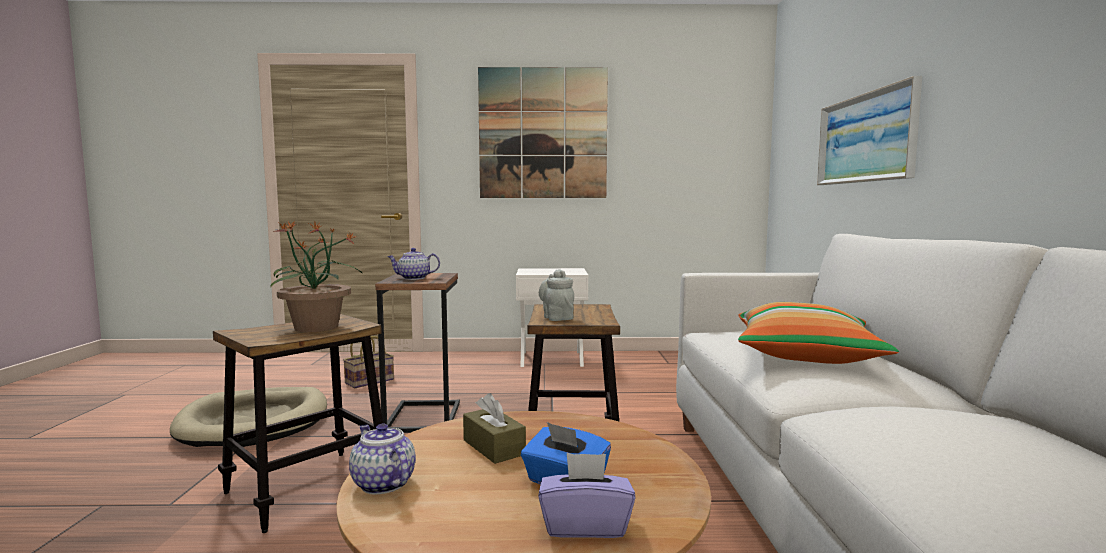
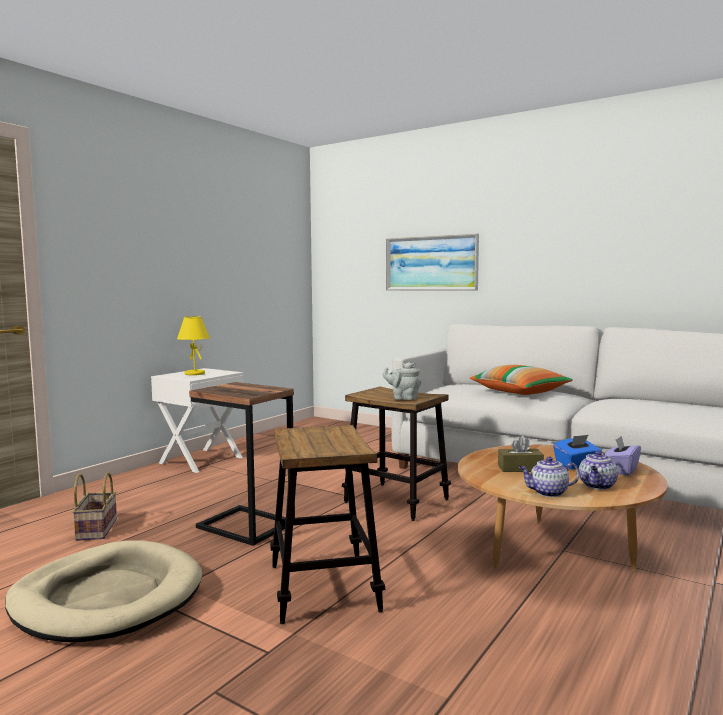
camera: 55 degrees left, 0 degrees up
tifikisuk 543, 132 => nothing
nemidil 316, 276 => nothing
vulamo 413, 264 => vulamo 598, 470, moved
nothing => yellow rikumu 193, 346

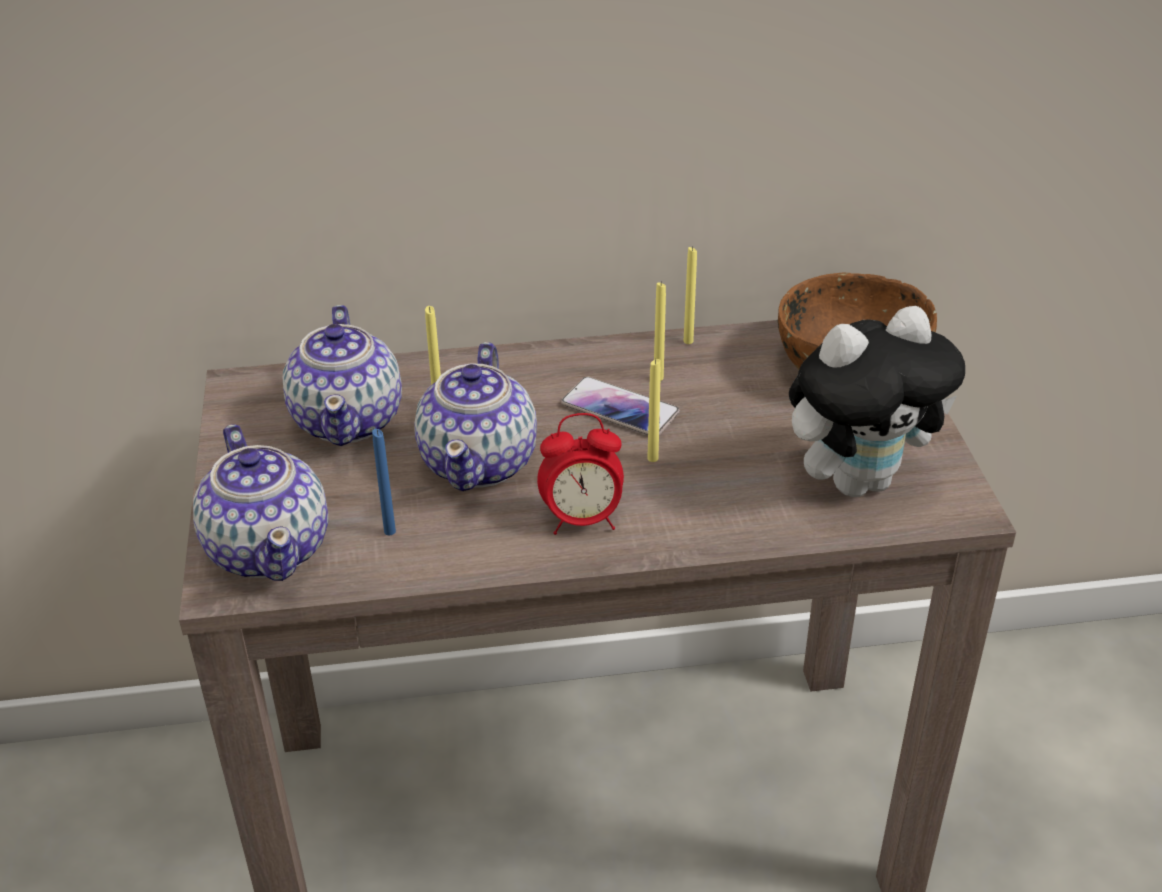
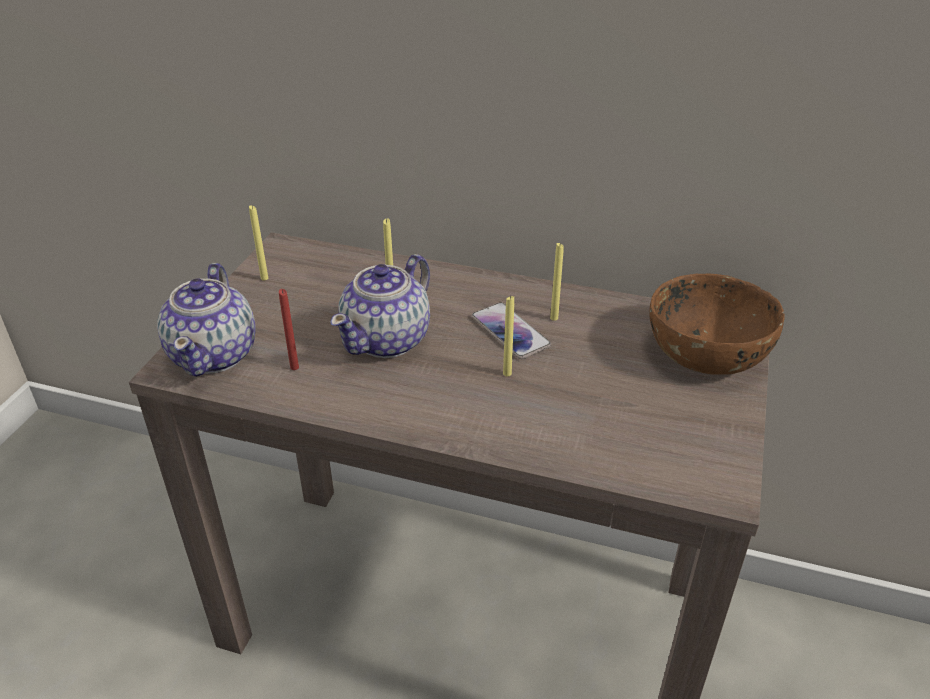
camera: 25 degrees right, 0 degrees up
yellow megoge 690, 295 => yellow megoge 258, 243, moved
vulamo 342, 375 => nothing
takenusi 877, 401 => nothing
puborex 580, 474 => nothing
blue megoge 384, 482 => red megoge 289, 329

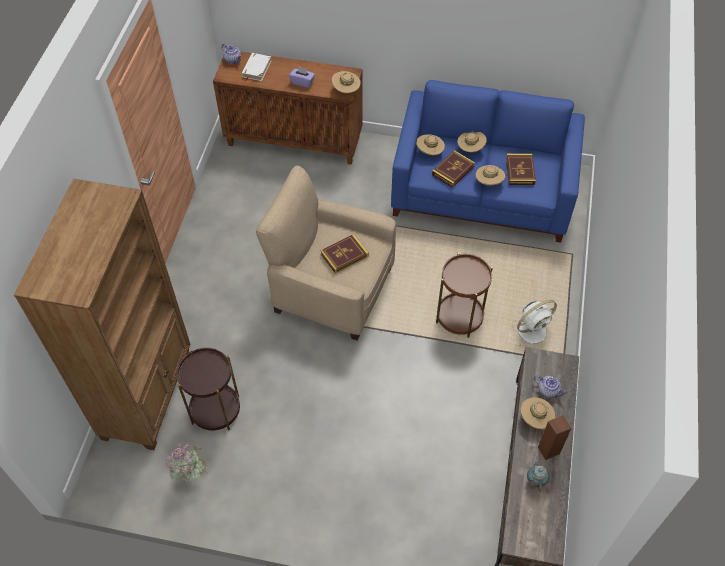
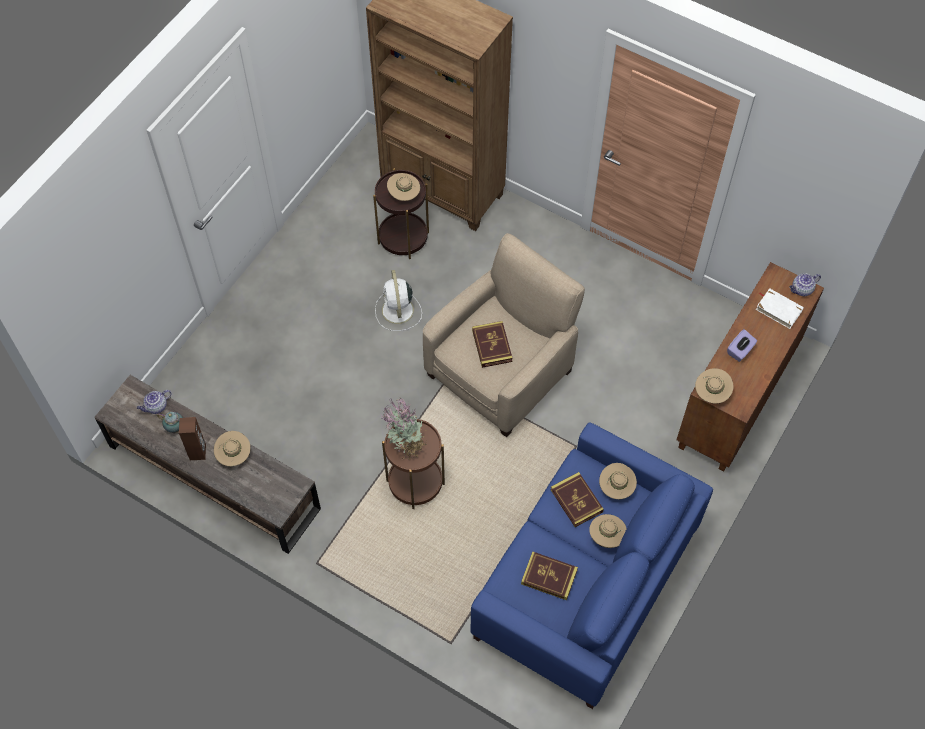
camera: 110 degrees right, 5 degrees up
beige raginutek 491, 175 => beige raginutek 403, 187, moved
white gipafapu 533, 324 => white gipafapu 398, 300, moved
vulamo 551, 386 => vulamo 154, 402, moved
nemidil 187, 462 => nemidil 403, 428, moved

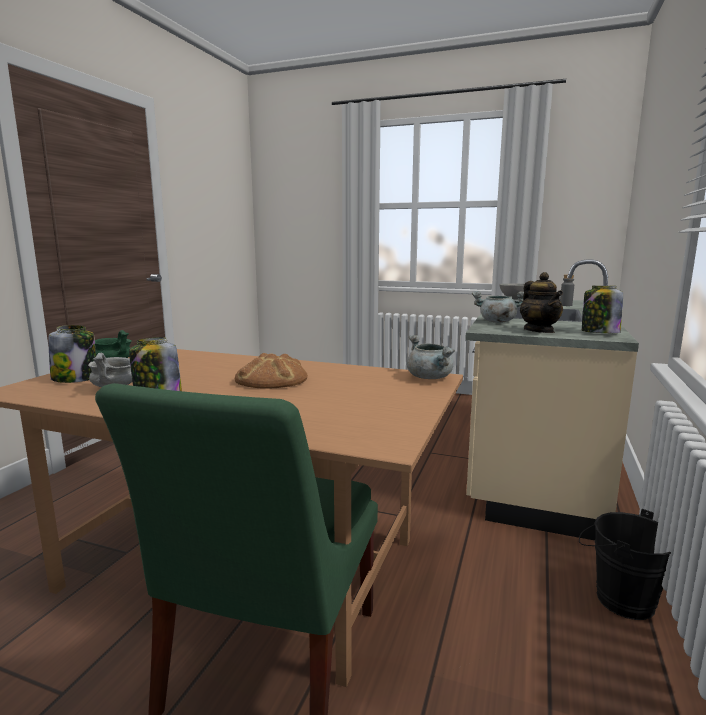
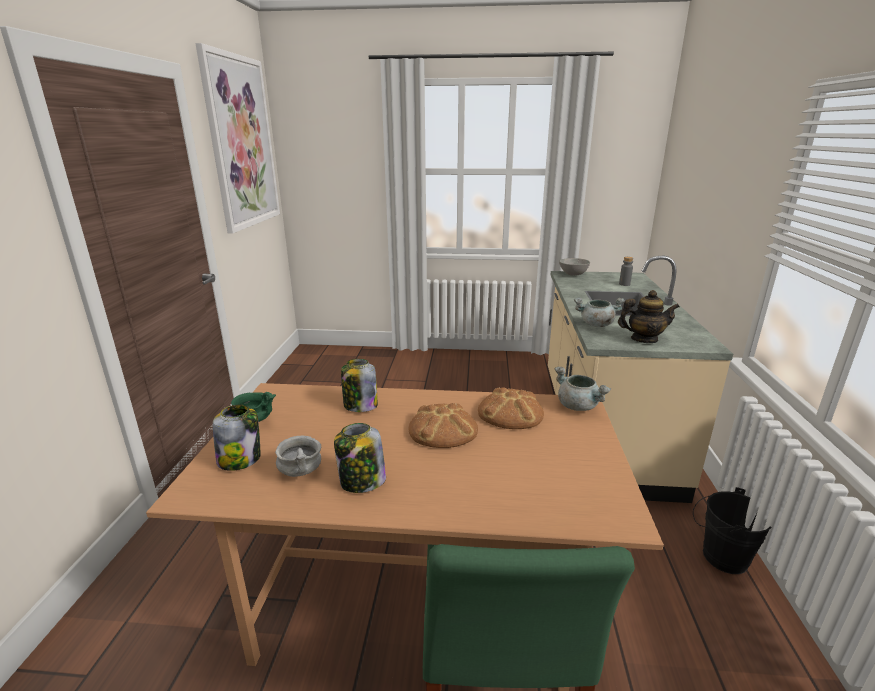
camera: 15 degrees left, 10 degrees up
vulamo 541, 302 => vulamo 649, 316, 60 degrees counterclockwise
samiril 602, 309 => samiril 359, 385, moved
nothing => tifikisuk 237, 138
nothing => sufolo 511, 408

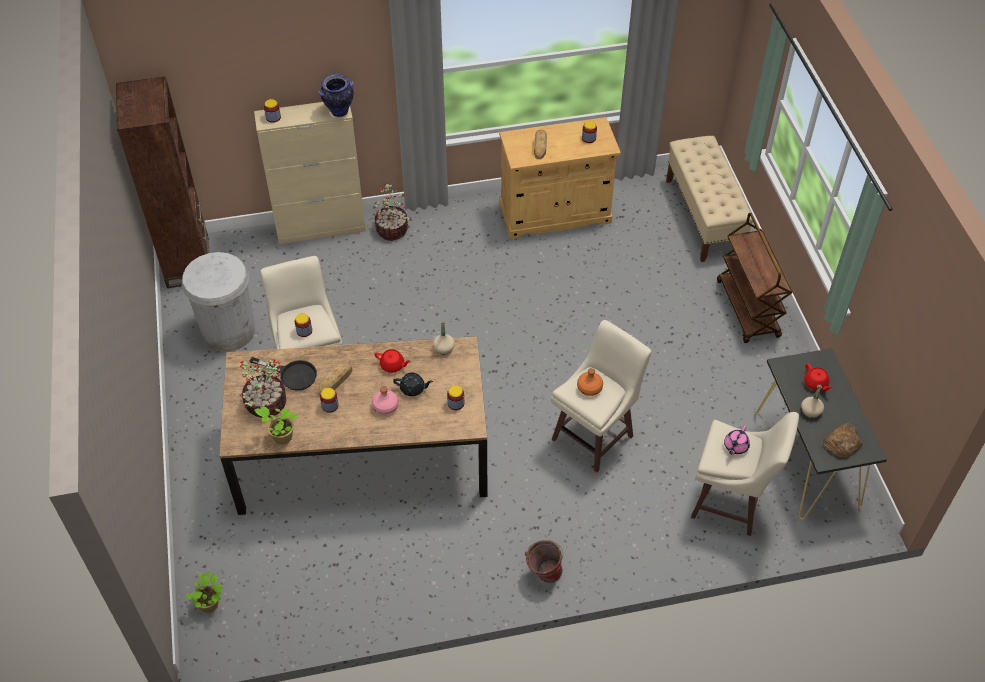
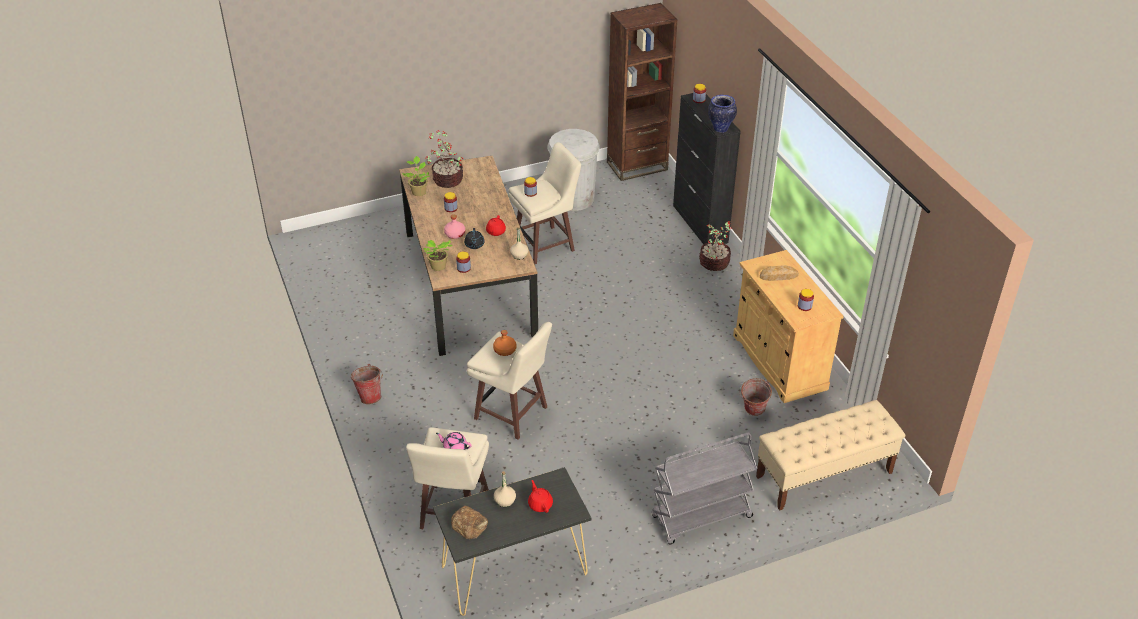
camera: 80 degrees right, 10 degrees down
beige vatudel 310, 173 => black vatudel 707, 169
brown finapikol 755, 278 => grey finapikol 704, 488
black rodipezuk 283, 374 => nothing
sufolo 335, 378 => nothing
red vulamo 818, 377 => red vulamo 540, 496, 105 degrees clockwise
nemidil 203, 592 => nemidil 438, 255, moved
nothing => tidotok 755, 397

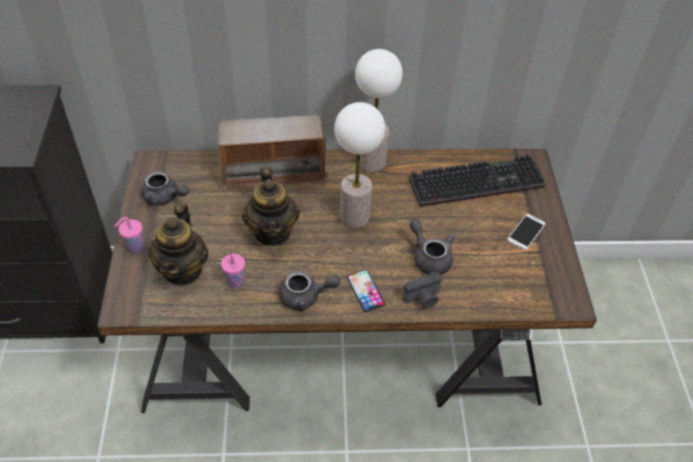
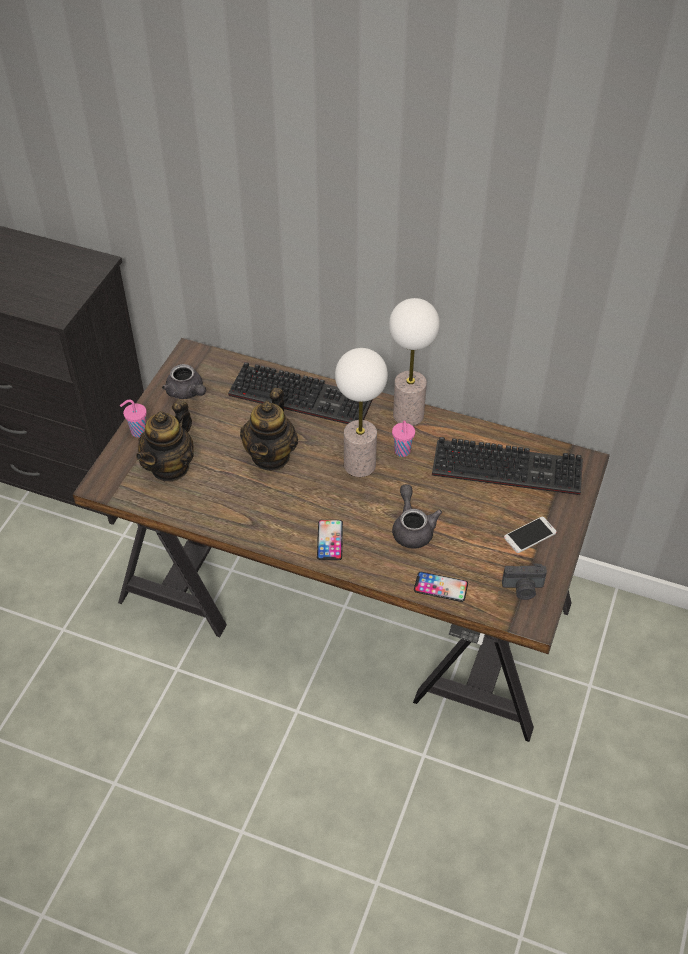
camera: 25 degrees right, 0 degrees up
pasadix 273, 151 => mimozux 300, 393
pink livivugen 233, 270 => pink livivugen 403, 438, moved
grey vulamo 310, 291 => nothing
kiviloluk 422, 290 => kiviloluk 524, 581, moved
nothing => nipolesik 441, 587

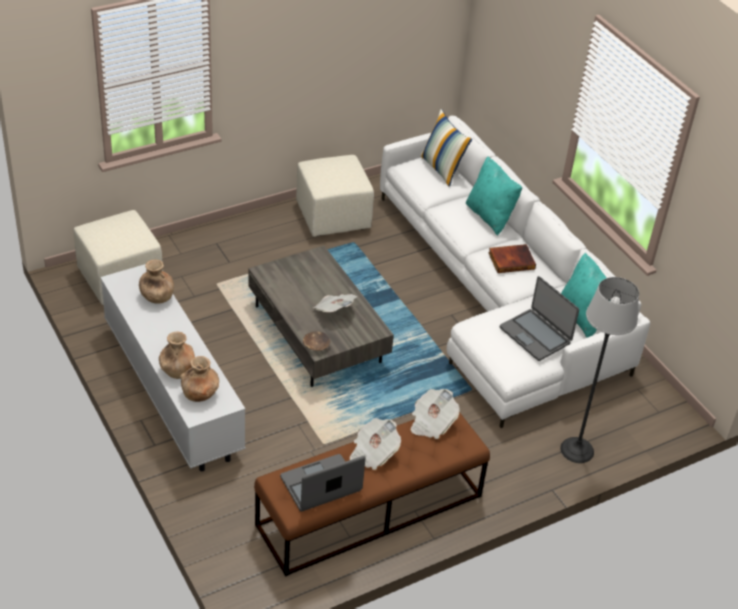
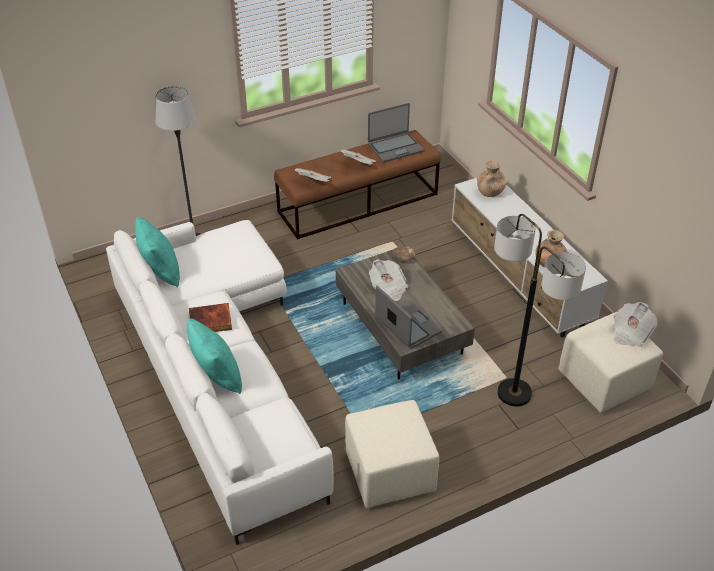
camera: 175 degrees left, 0 degrees up
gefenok 446, 148 => nothing
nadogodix 539, 318 => nadogodix 408, 317, moved
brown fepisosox 177, 355 => nothing
nothing => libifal 540, 310
nothing => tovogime 635, 324

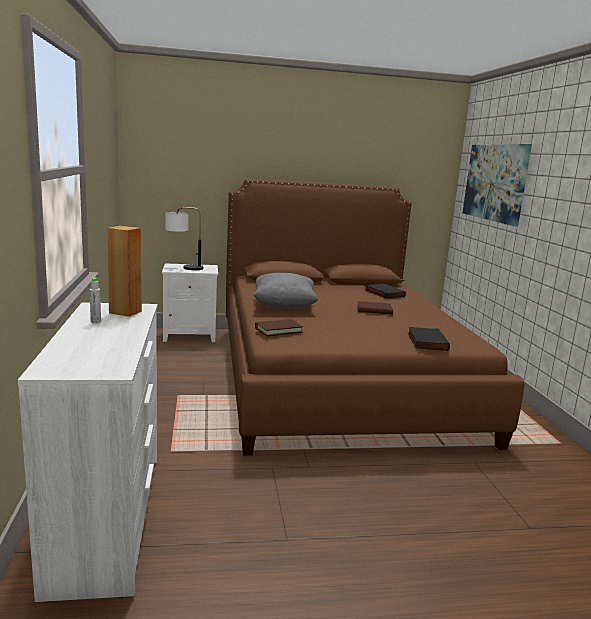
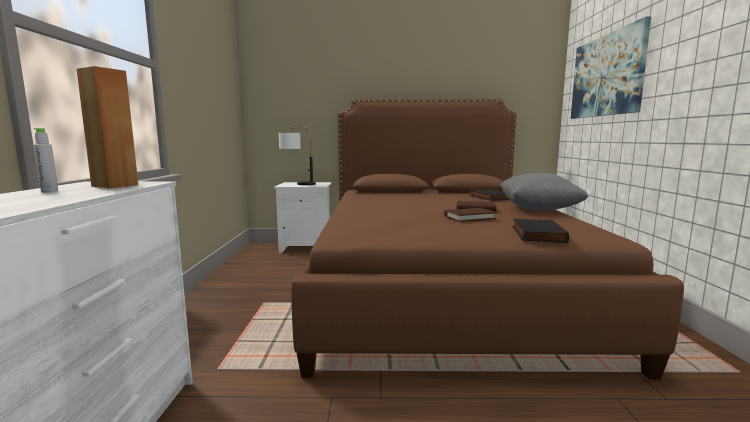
camera: 10 degrees right, 5 degrees down
grey gefenok 285, 291 => grey gefenok 544, 191, moved
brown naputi 279, 327 => brown naputi 470, 215, moved

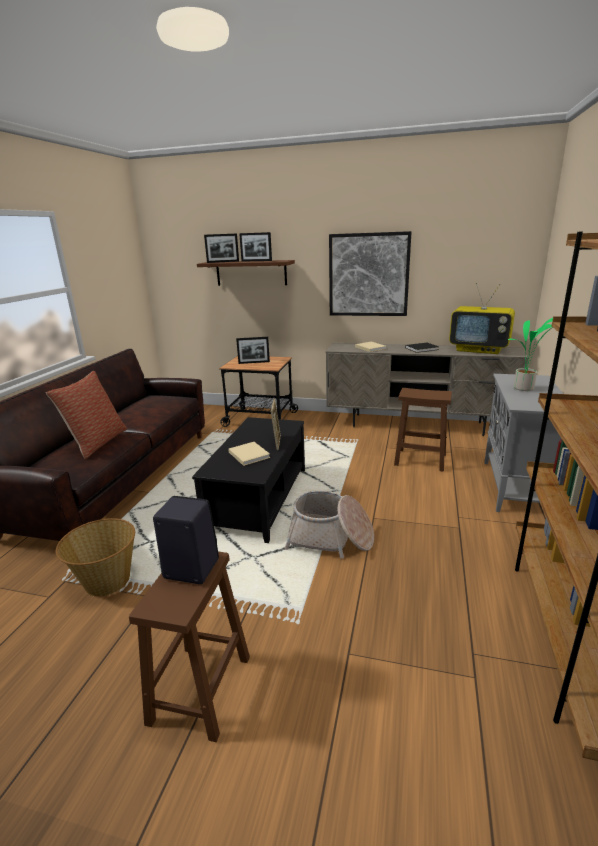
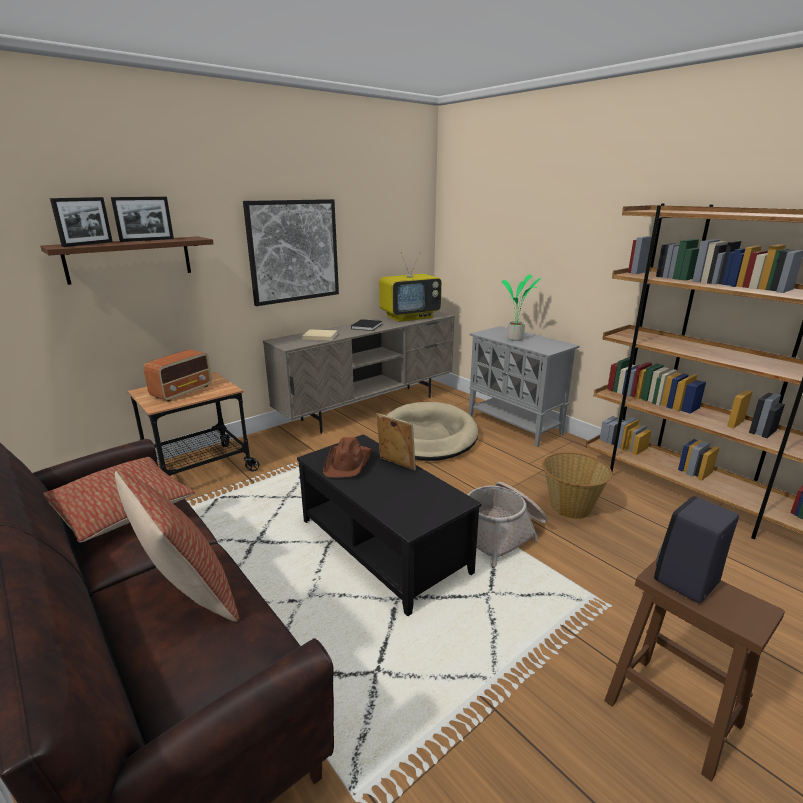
camera: 55 degrees left, 0 degrees up
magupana 253, 350 => pasadix 178, 376
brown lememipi 423, 430 => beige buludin 432, 431
beige naputi 249, 454 => nothing
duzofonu 95, 557 => duzofonu 577, 485, moved
nothing => brown raginutek 348, 457
nothing => gefenok 119, 500

